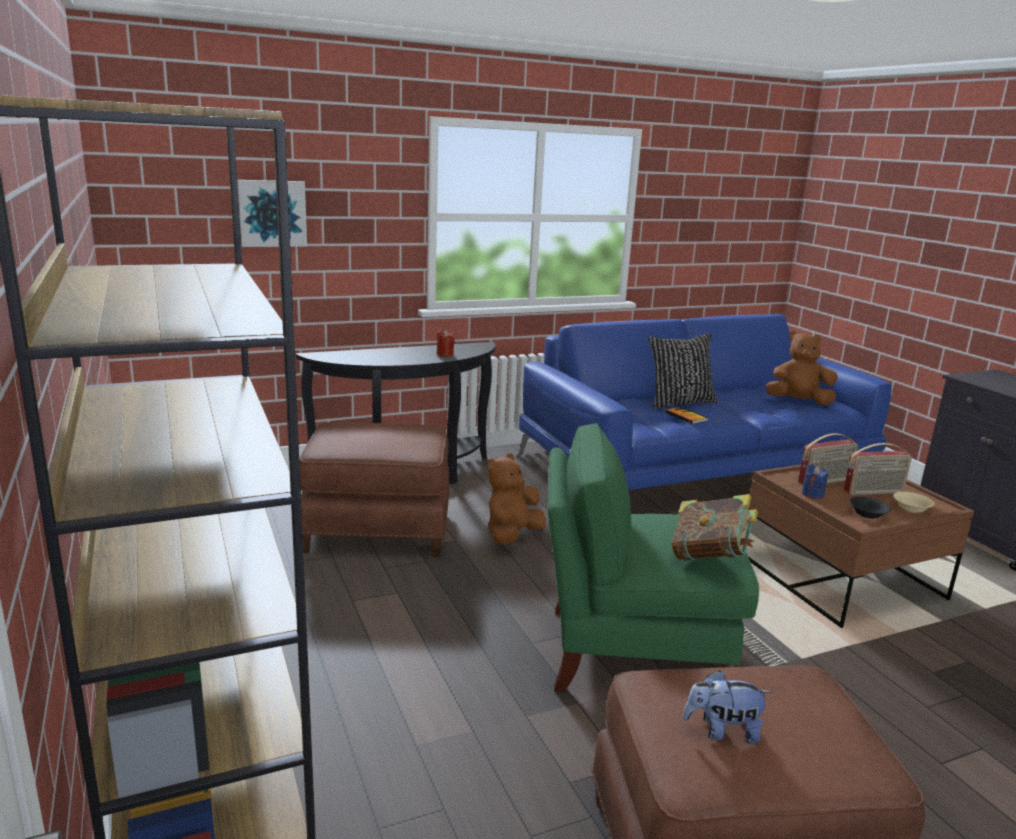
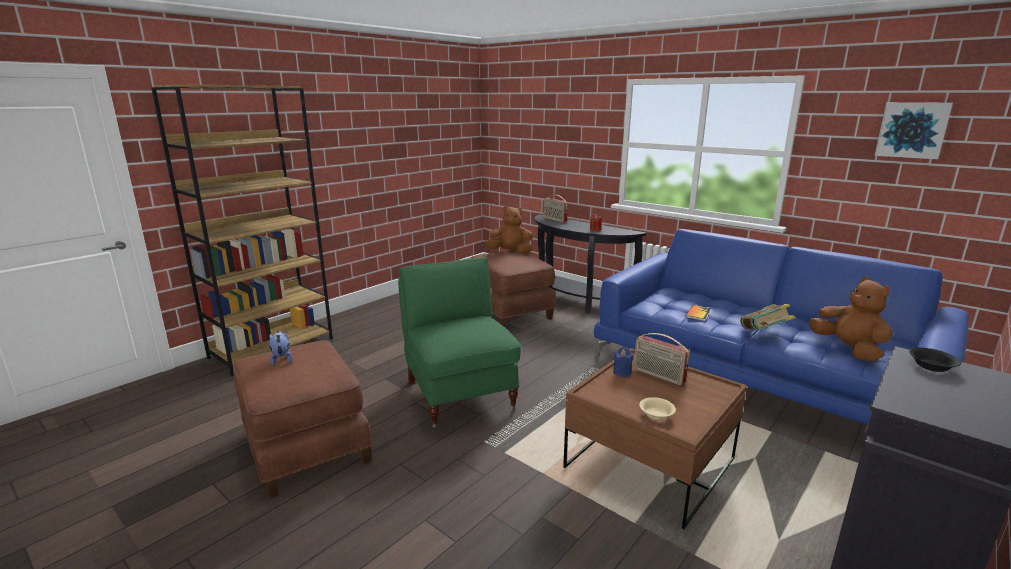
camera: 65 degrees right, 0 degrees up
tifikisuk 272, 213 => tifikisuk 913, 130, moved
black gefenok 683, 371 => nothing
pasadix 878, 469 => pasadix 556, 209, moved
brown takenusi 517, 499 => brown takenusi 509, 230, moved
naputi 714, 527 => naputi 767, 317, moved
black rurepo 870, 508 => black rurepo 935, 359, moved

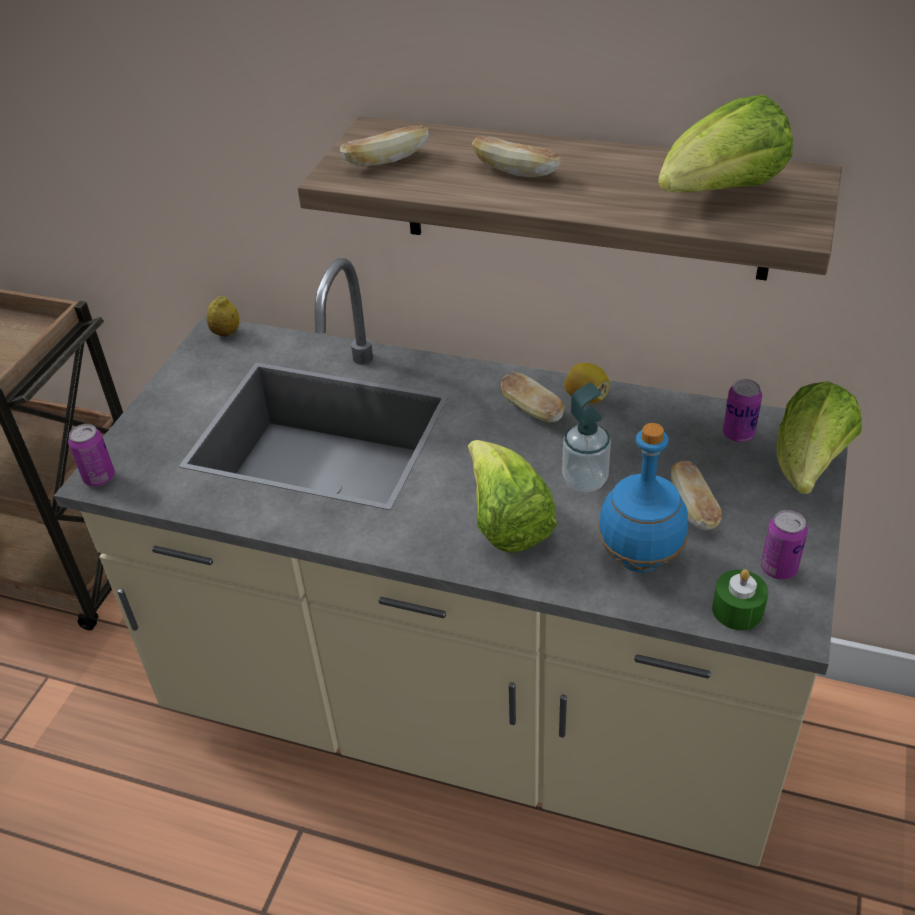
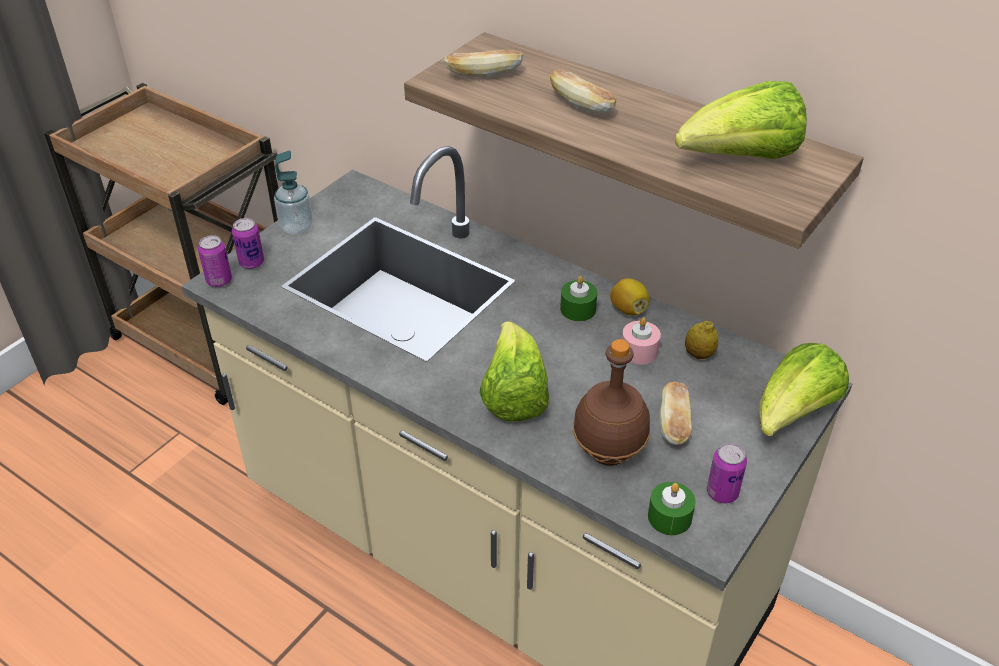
camera: 15 degrees right, 0 degrees up
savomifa 223, 316 => savomifa 701, 340, moved
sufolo 533, 397 => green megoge 578, 299
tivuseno 742, 410 => tivuseno 248, 243, moved
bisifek 586, 437 => bisifek 293, 193, moved
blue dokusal 643, 498 => brown dokusal 611, 402
nothing => pink megoge 641, 340

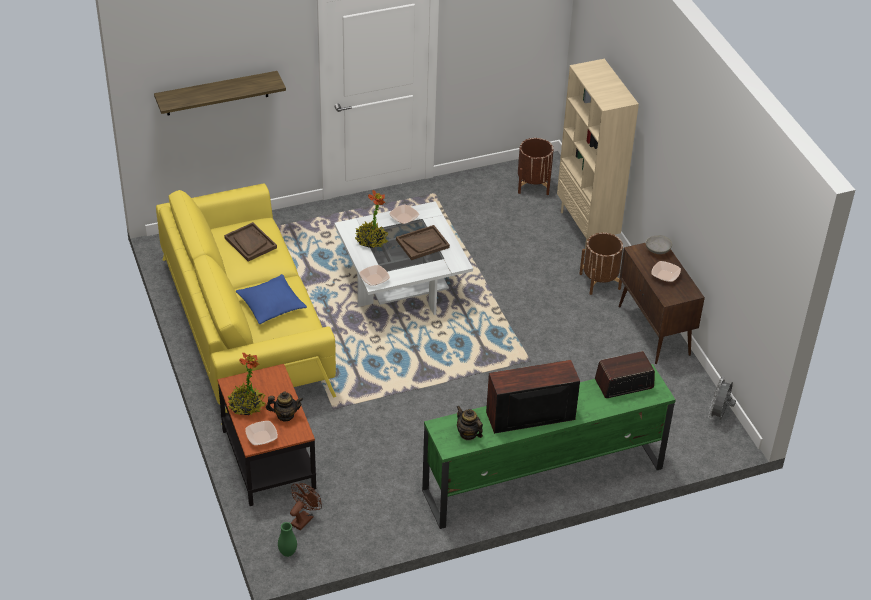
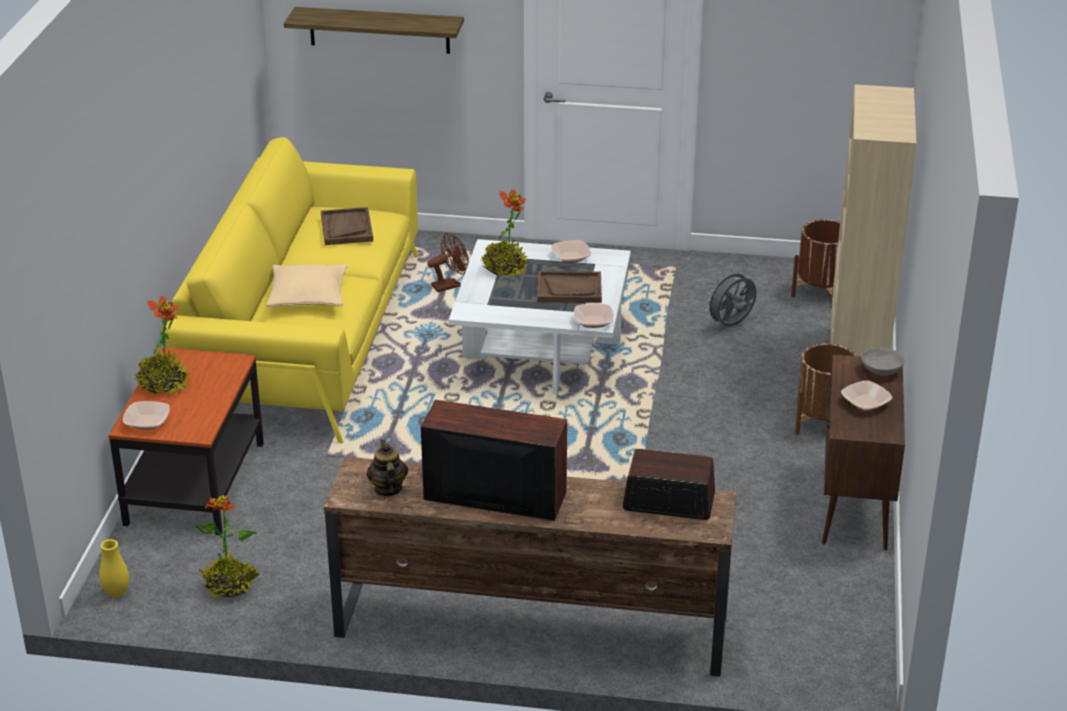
camera: 30 degrees right, 10 degrees down
rurepo 375, 275 => rurepo 594, 316, moved
blue gefenok 271, 299 => beige gefenok 306, 285
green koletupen 549, 446 => brown koletupen 530, 566
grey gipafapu 722, 398 => grey gipafapu 731, 298, moved
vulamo 284, 406 => nothing
brown gipafapu 306, 507 => brown gipafapu 448, 262, moved
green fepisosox 287, 539 => yellow fepisosox 114, 568
nothing => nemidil 227, 546

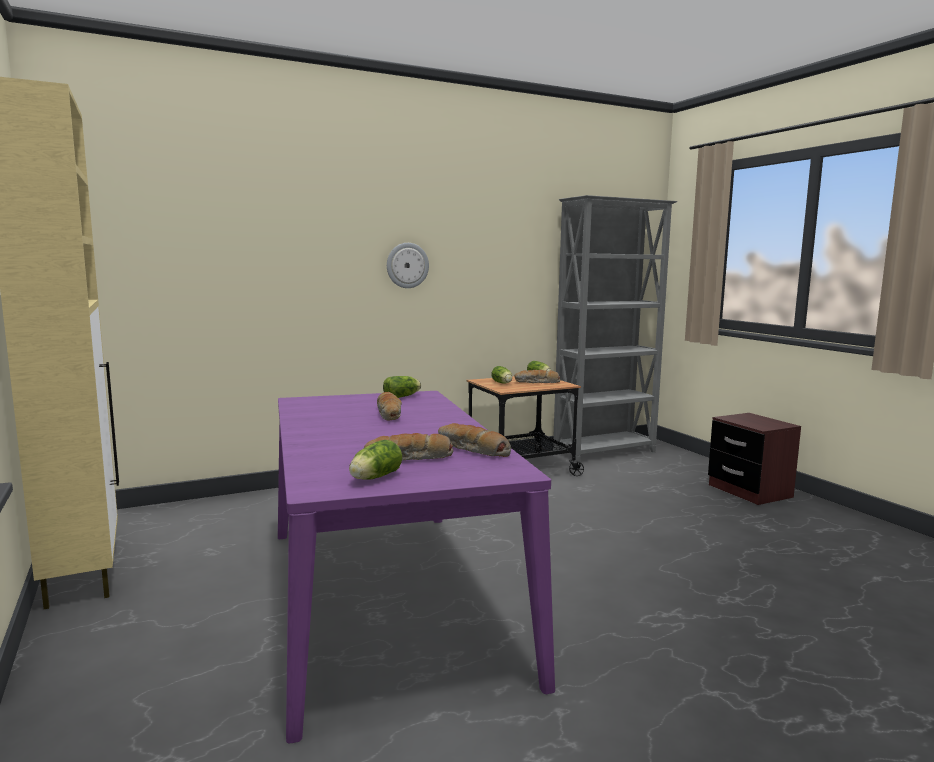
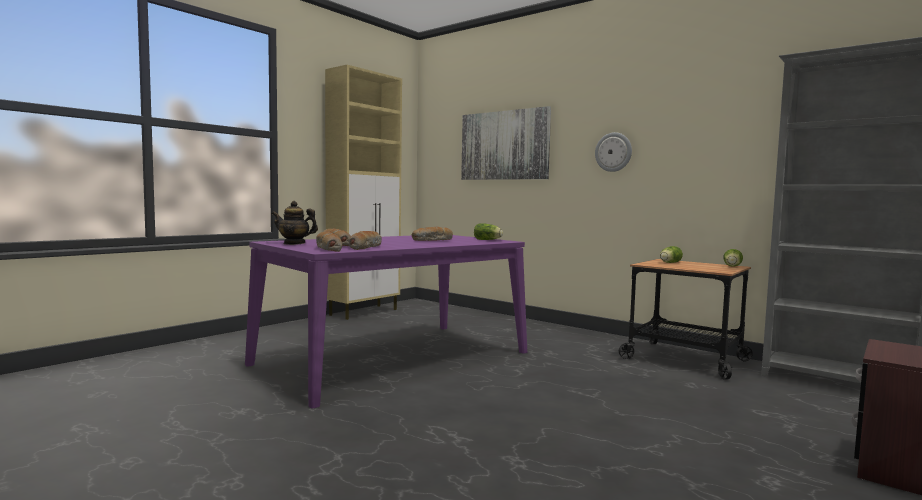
camera: 65 degrees right, 5 degrees down
sufolo 537, 376 => sufolo 329, 242, moved
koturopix 375, 460 => vulamo 295, 223
nothing => tifikisuk 506, 143

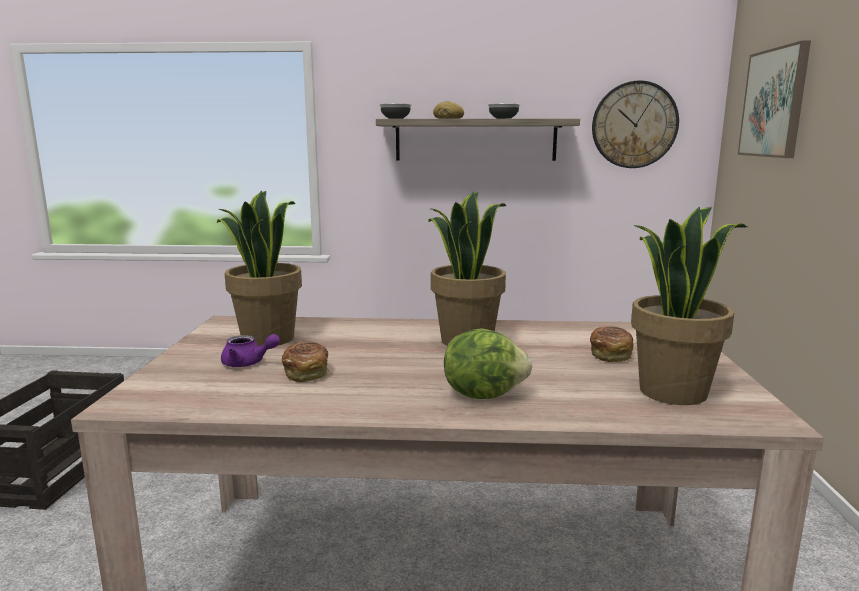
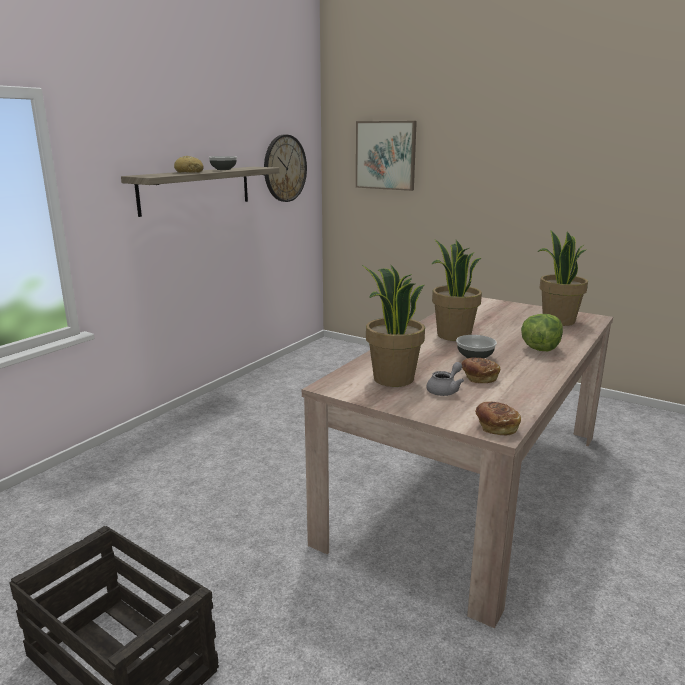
camera: 60 degrees left, 5 degrees up
rurepo 395, 111 => rurepo 476, 346, moved
sufolo 612, 344 => sufolo 498, 418, moved
purple vulamo 250, 350 => grey vulamo 445, 379

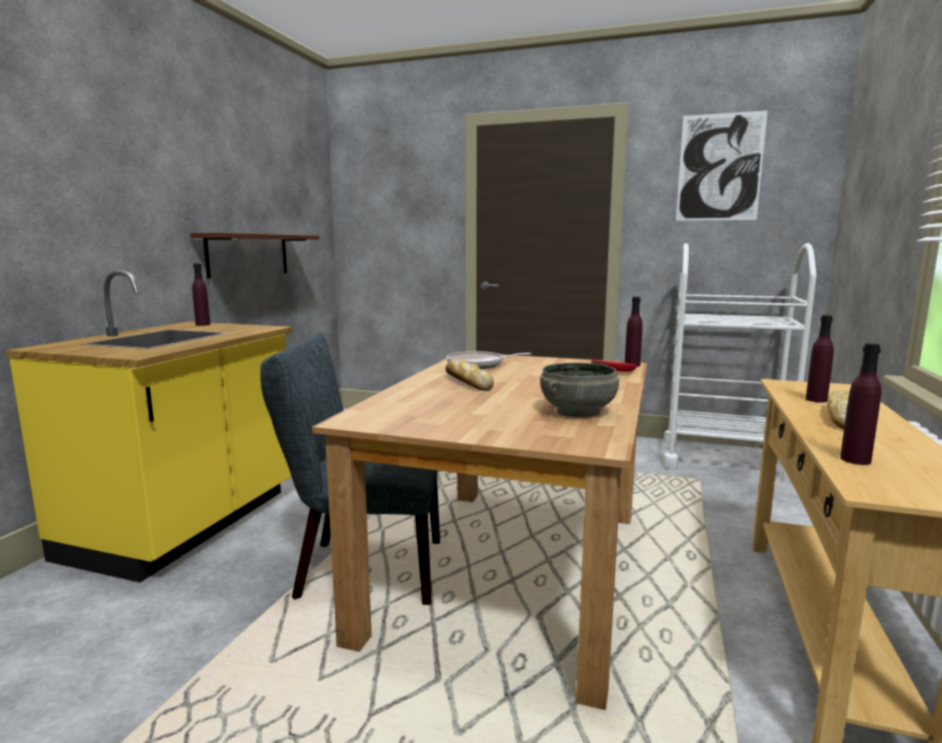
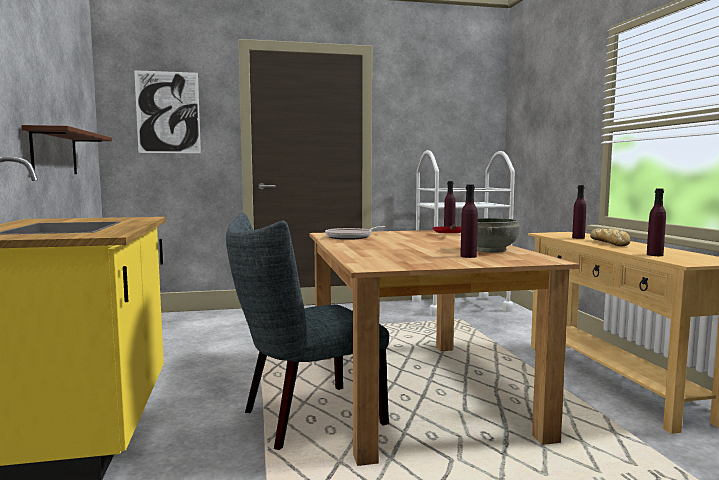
camera: 30 degrees left, 5 degrees down
tifikisuk 721, 166 => tifikisuk 167, 111, moved
purple dokusal 201, 295 => purple dokusal 469, 221, moved
sufolo 470, 375 => nothing

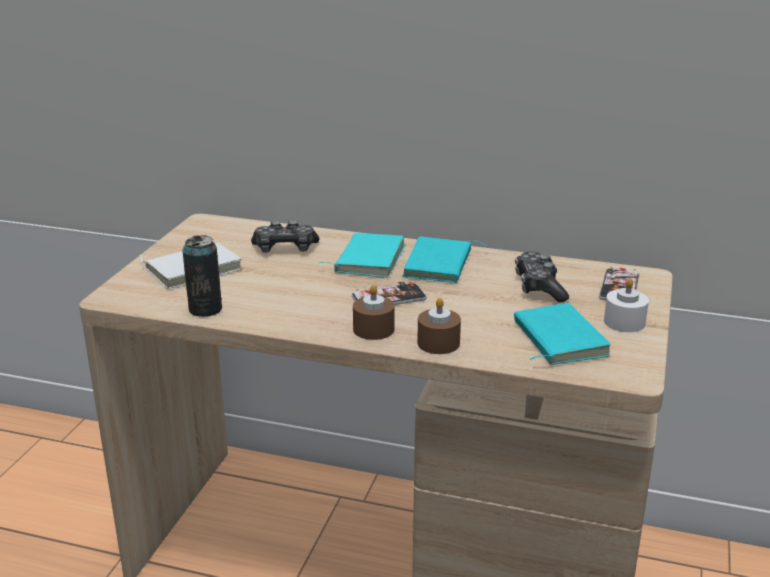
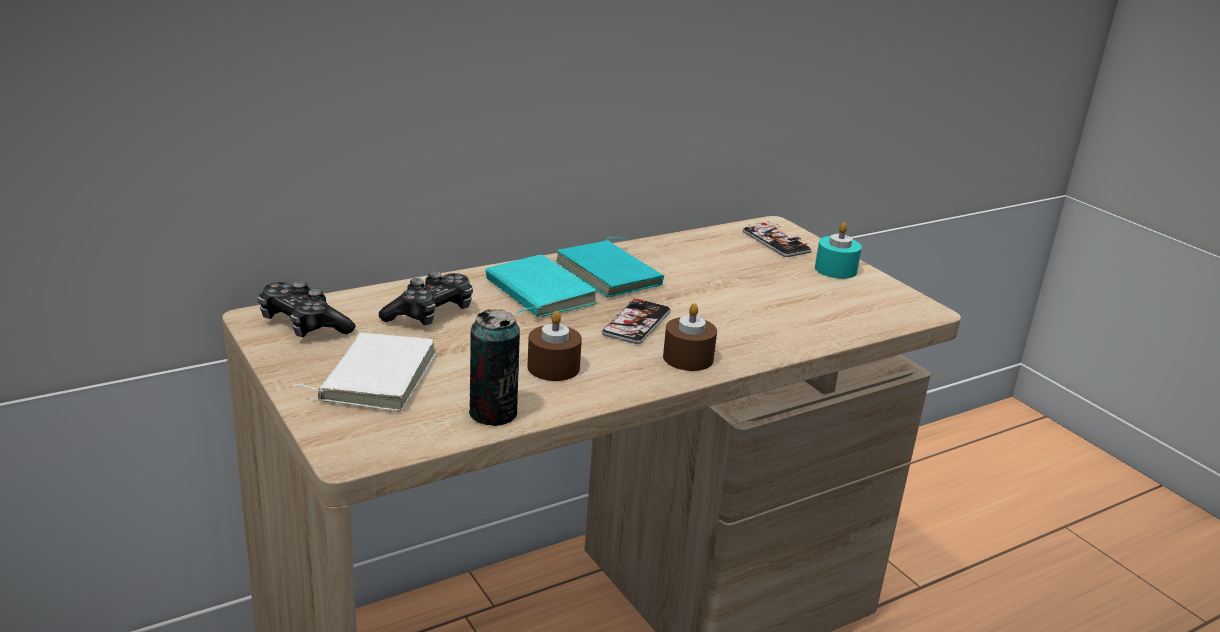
camera: 50 degrees left, 0 degrees up
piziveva 542, 277 => piziveva 307, 308, moved
white megoge 626, 305 => turquoise megoge 838, 250
brown megoge 439, 326 => brown megoge 554, 346, moved
turquoise naputi 562, 334 => nothing

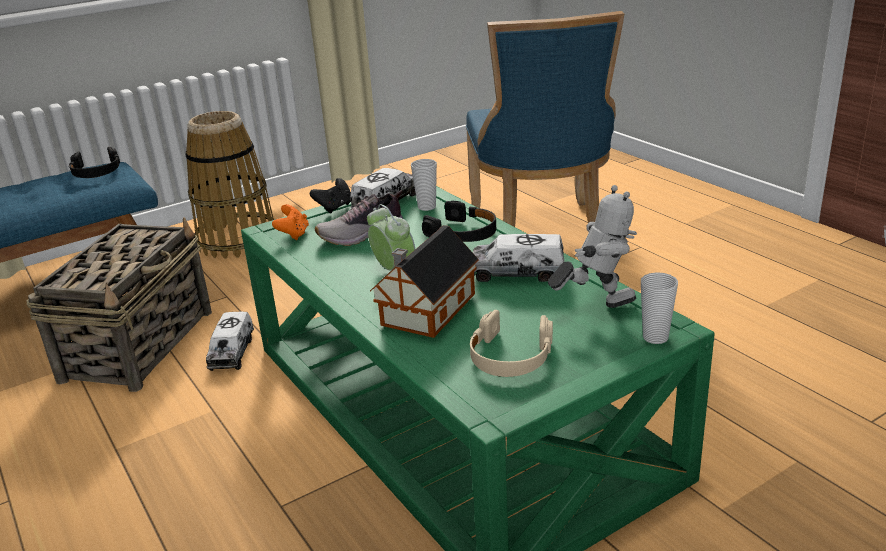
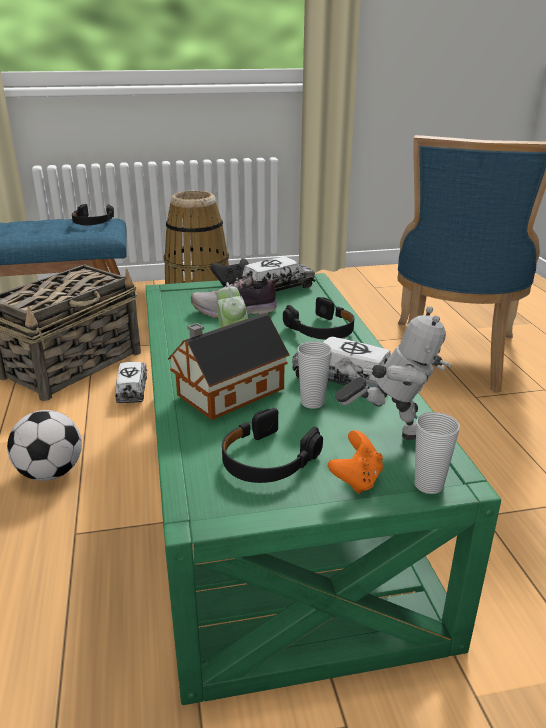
camera: 20 degrees right, 0 degrees up
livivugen 424, 185 => livivugen 315, 375, moved
orange piziveva 290, 222 => orange piziveva 355, 462, moved
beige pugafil 511, 343 => black pugafil 272, 445
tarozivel 230, 341 => tarozivel 131, 382, 150 degrees clockwise
nothing => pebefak 44, 445

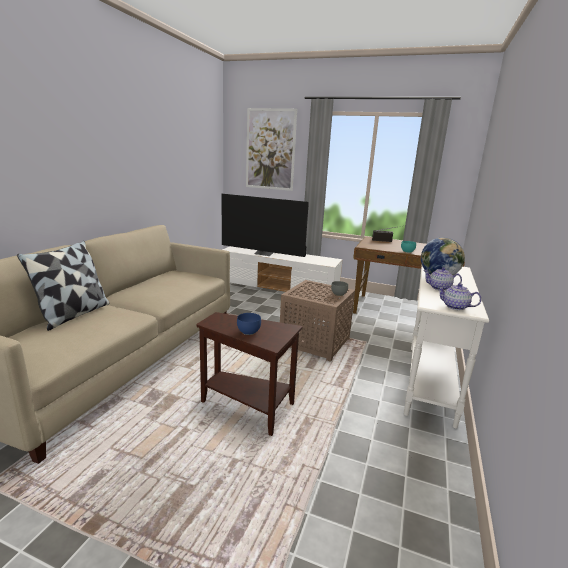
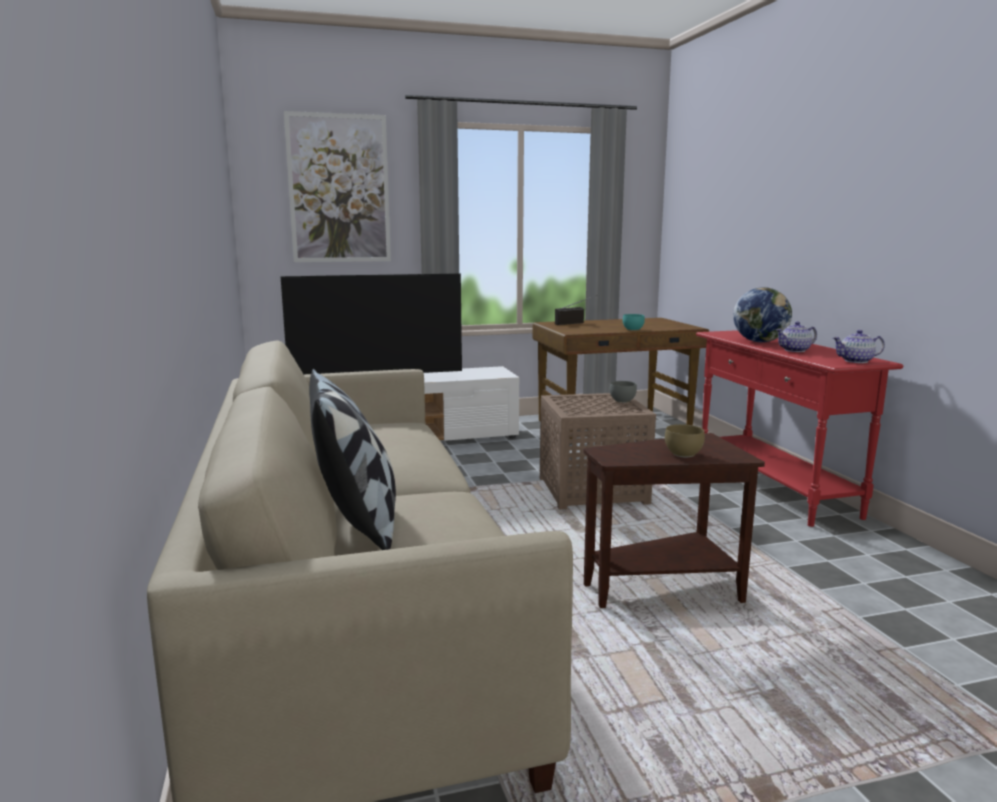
camera: 35 degrees left, 5 degrees down
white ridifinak 446, 346 => red ridifinak 799, 428
blue rurepo 249, 324 => brown rurepo 685, 440

